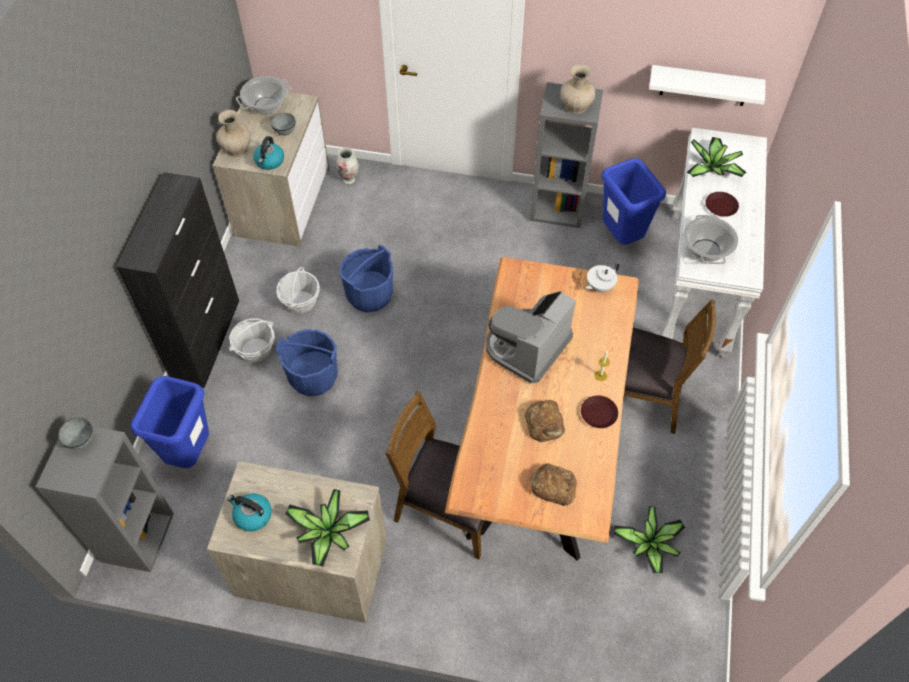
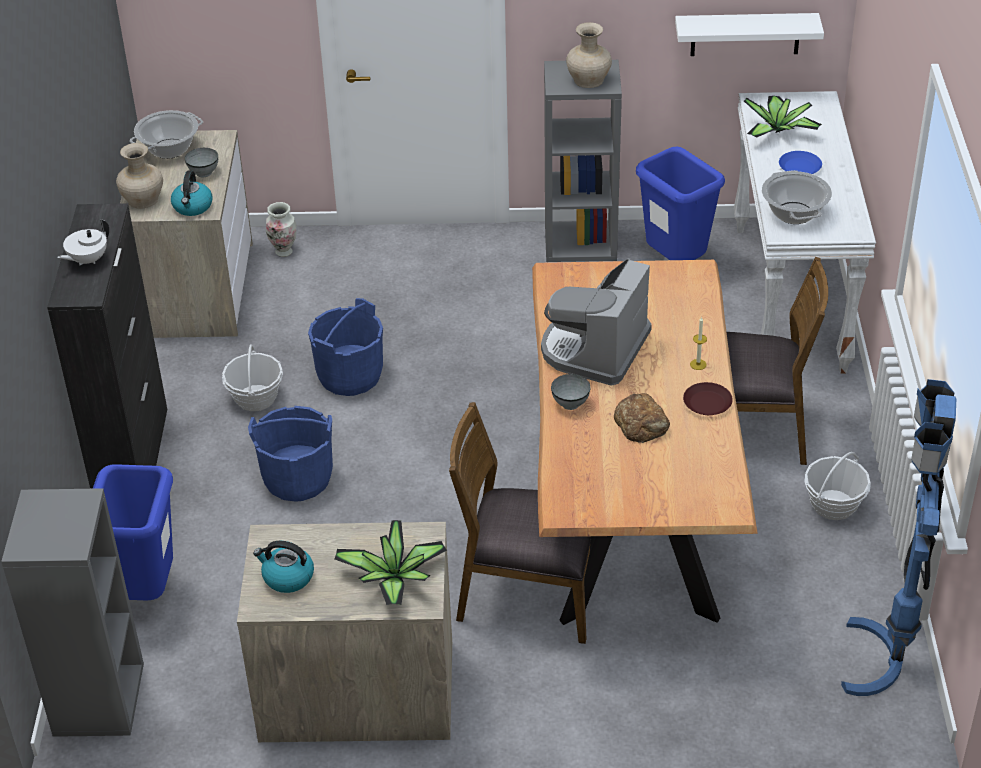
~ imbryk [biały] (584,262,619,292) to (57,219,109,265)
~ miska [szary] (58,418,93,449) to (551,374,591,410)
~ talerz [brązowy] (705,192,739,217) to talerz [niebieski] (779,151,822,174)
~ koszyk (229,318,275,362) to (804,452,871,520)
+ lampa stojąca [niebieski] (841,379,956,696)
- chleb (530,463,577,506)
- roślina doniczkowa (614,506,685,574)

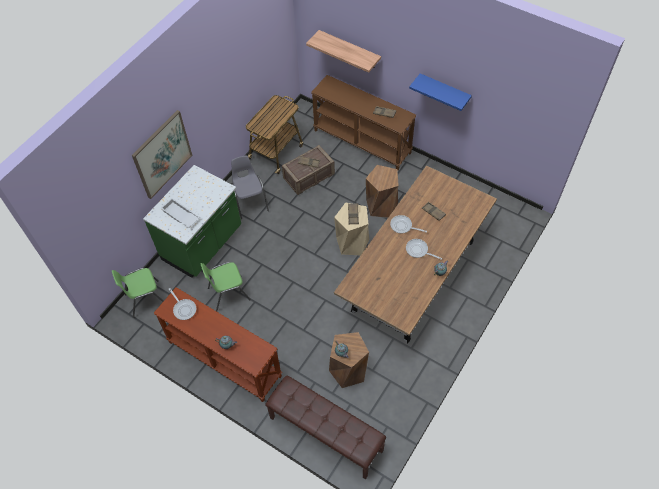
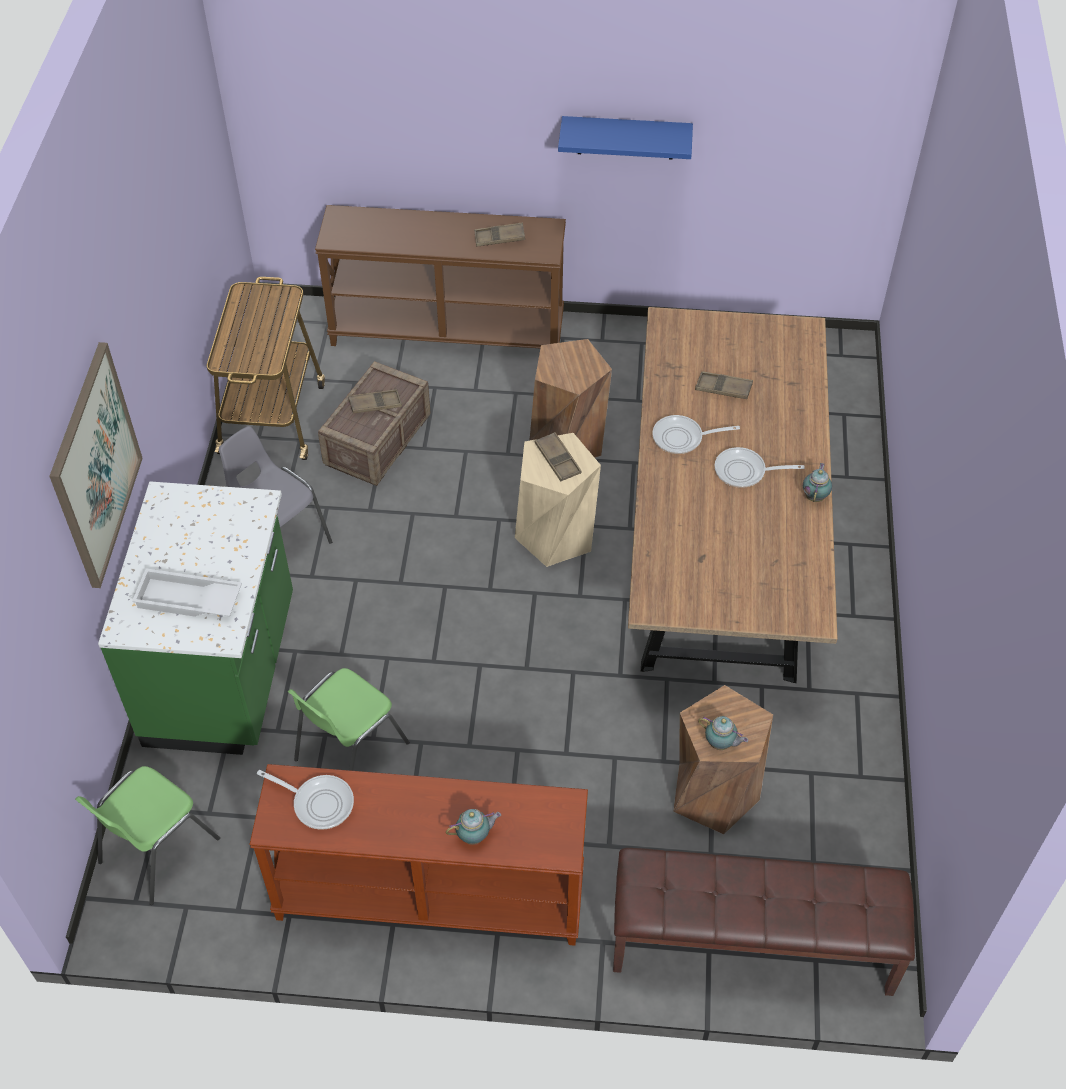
- półka (306,30,381,73)

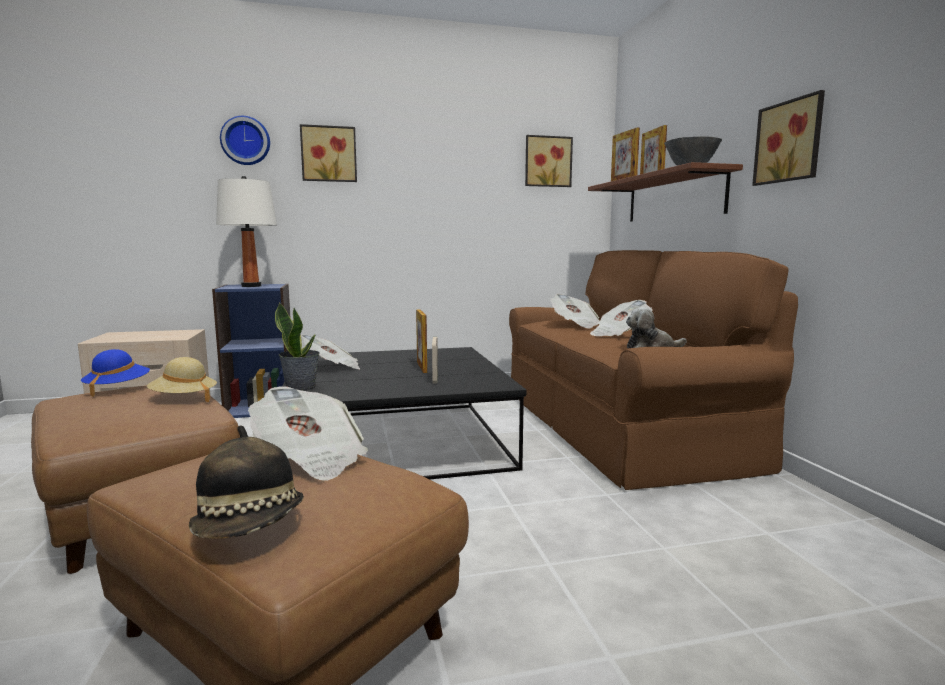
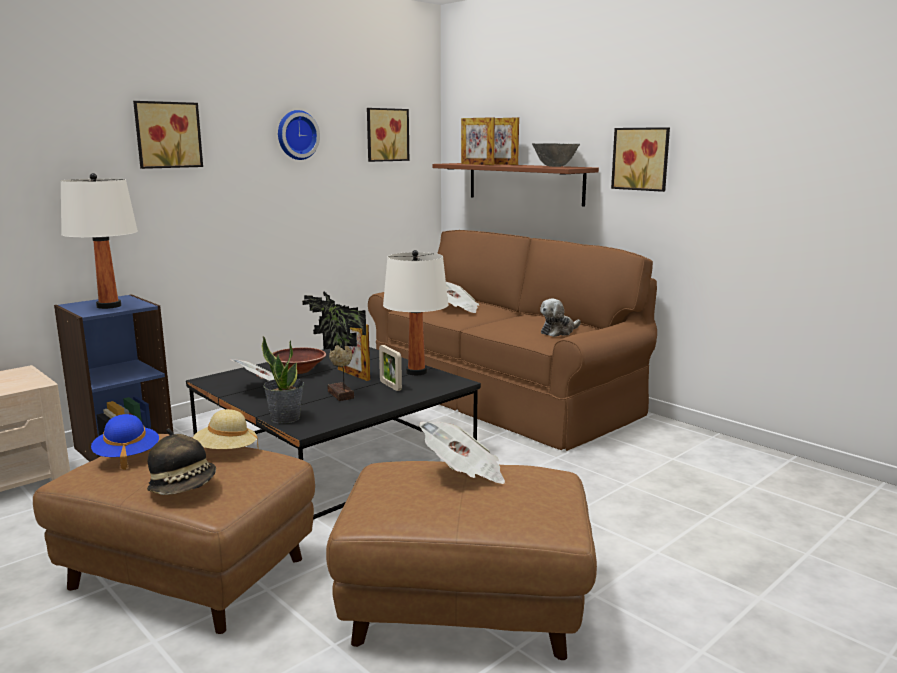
~ kapelusz (189,425,304,538) to (147,428,216,495)
+ miska [brązowy] (272,348,326,374)
~ zegar ścienny (220,116,270,165) to (278,110,320,160)
+ roślina doniczkowa (302,291,366,401)
+ lampa stołowa [biały] (383,250,448,375)
- gazeta (590,300,652,336)

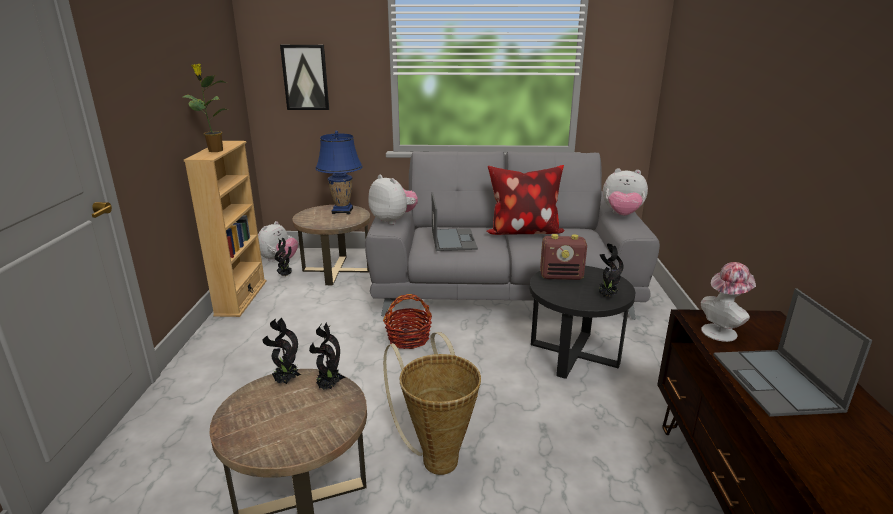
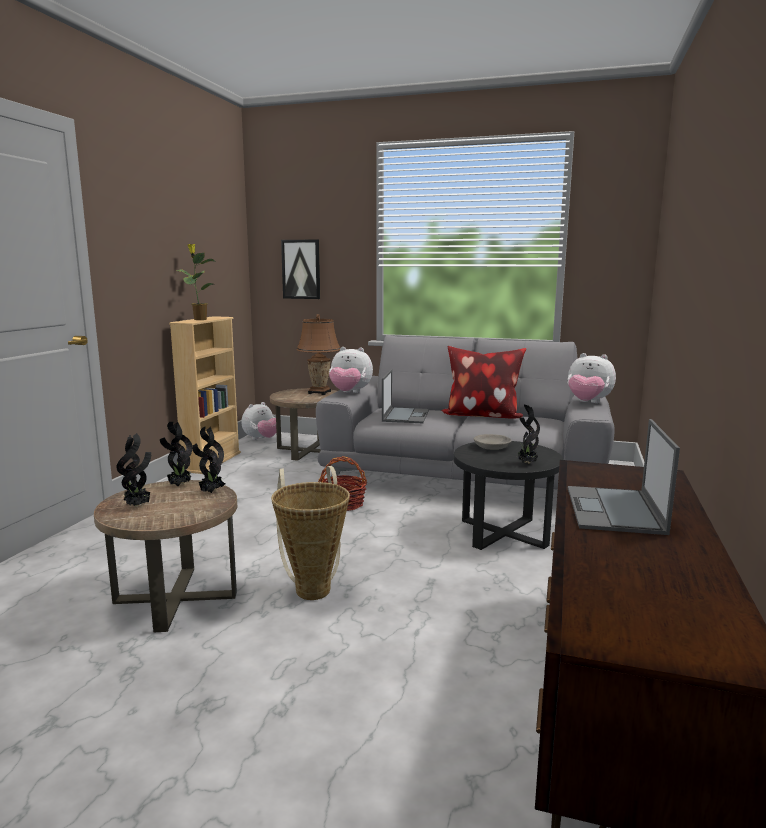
~ roślina doniczkowa (275,237,292,276) to (116,433,151,507)
~ lampa stołowa [niebieski] (316,131,363,214) to lampa stołowa [brązowy] (296,314,340,395)
~ pluszak (368,175,418,225) = (329,347,373,393) 135 degrees clockwise
~ radio (540,234,587,280) to miska [szary] (474,434,512,450)
- kapelusz (701,262,756,342)

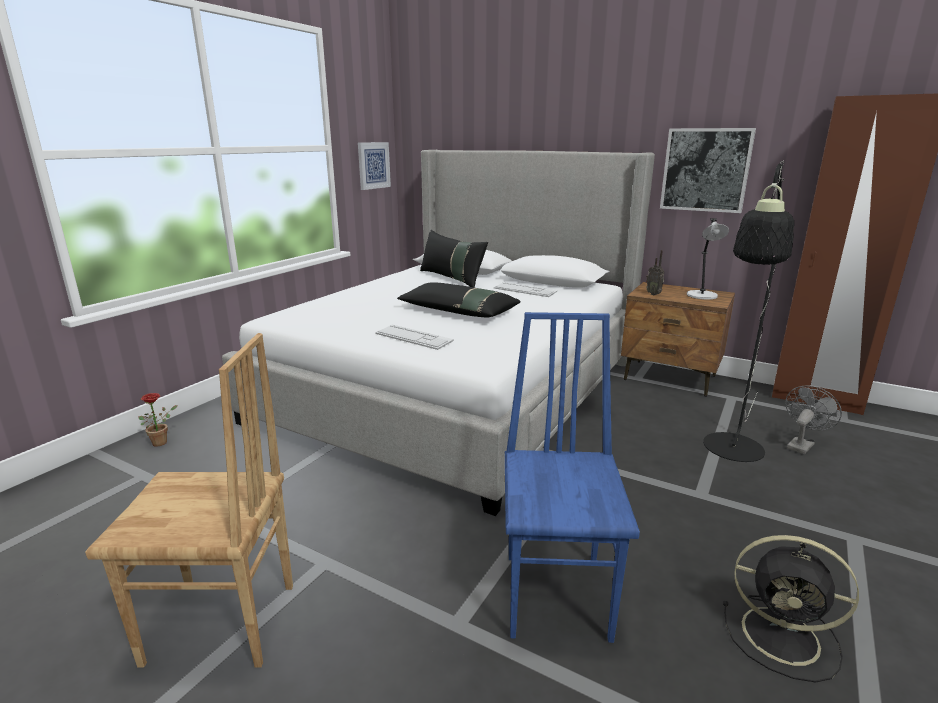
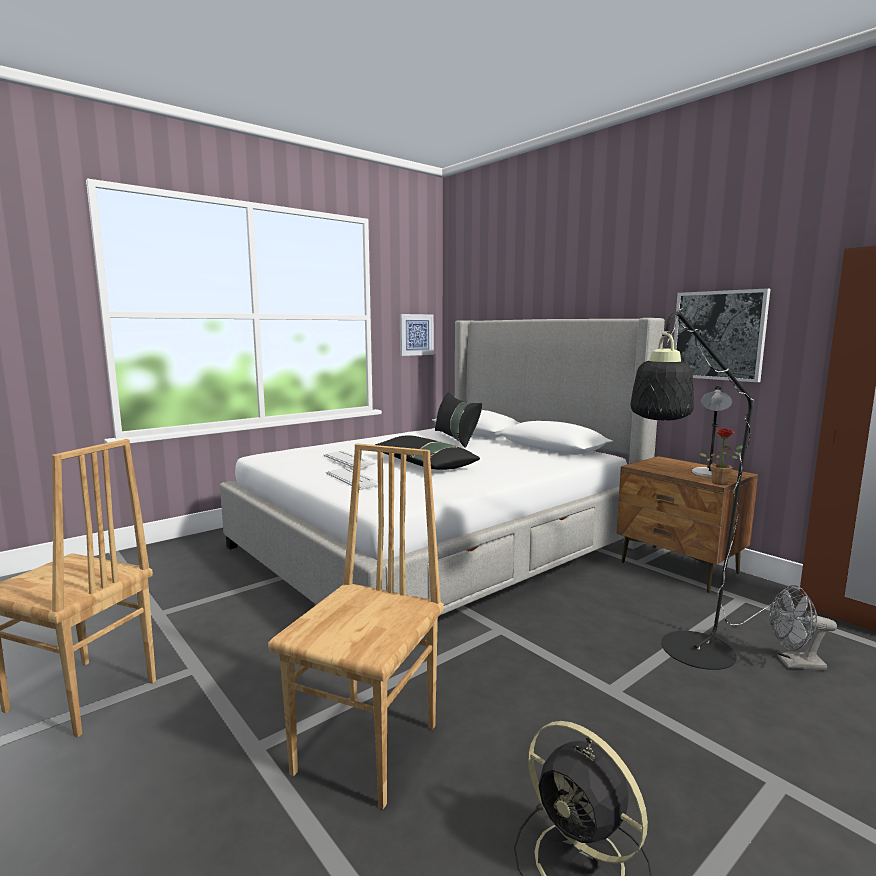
~ krzesło [niebieski] (505,312,640,643) to krzesło [brązowy] (268,443,444,809)
~ klawiatura (494,282,557,297) to (324,451,376,467)
~ roślina doniczkowa (138,393,178,447) to (699,428,743,485)
~ wentylator [szary] (785,385,842,454) = (769,585,837,670) 150 degrees counterclockwise
- radio (646,250,664,295)

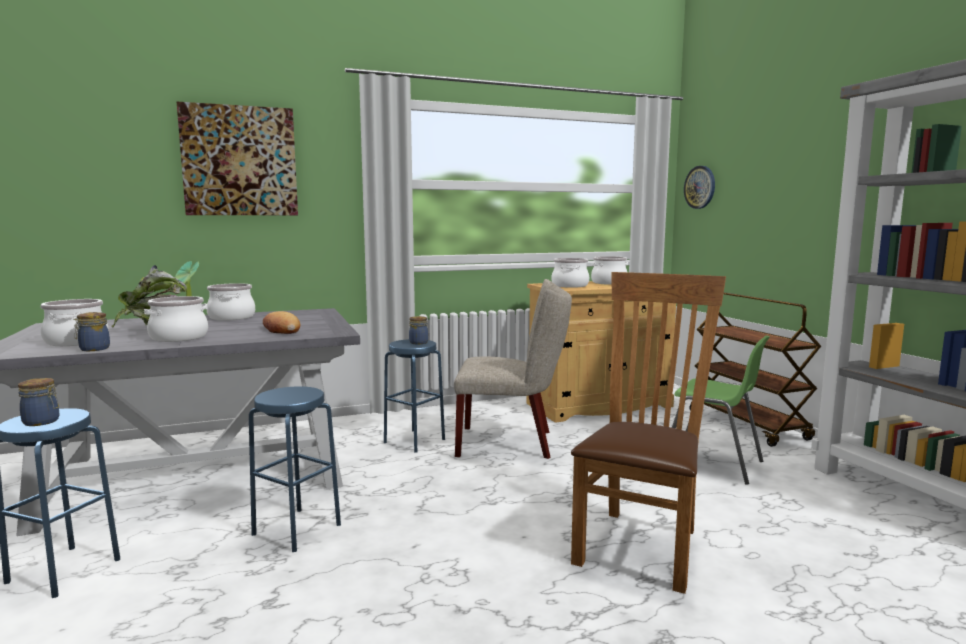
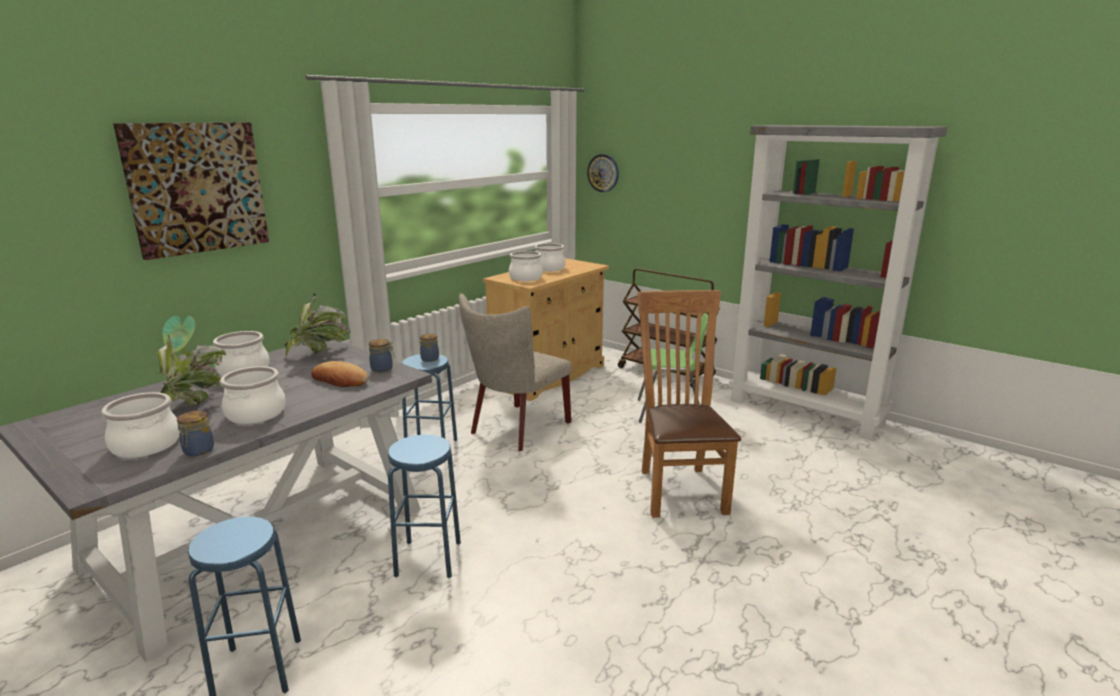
+ roślina doniczkowa (285,293,350,358)
~ słoik (18,378,59,426) to (369,339,395,373)
~ krzesło [beżowy] (454,279,572,459) = (459,293,571,451) 150 degrees clockwise

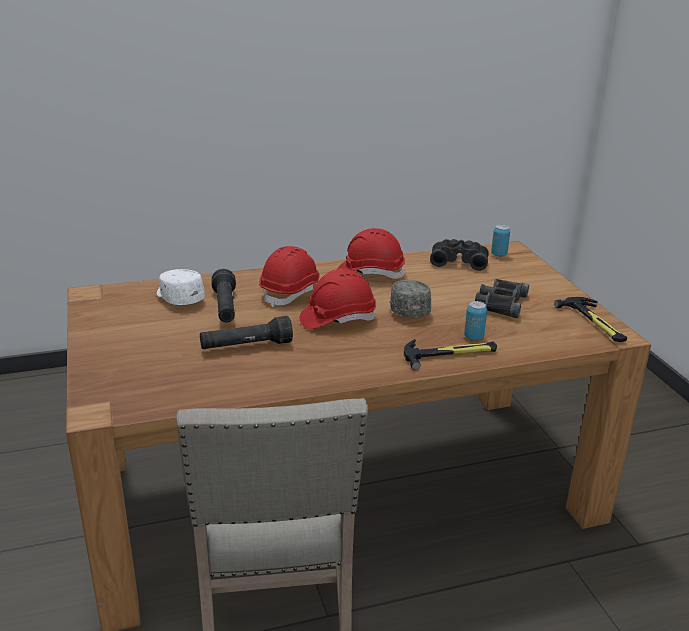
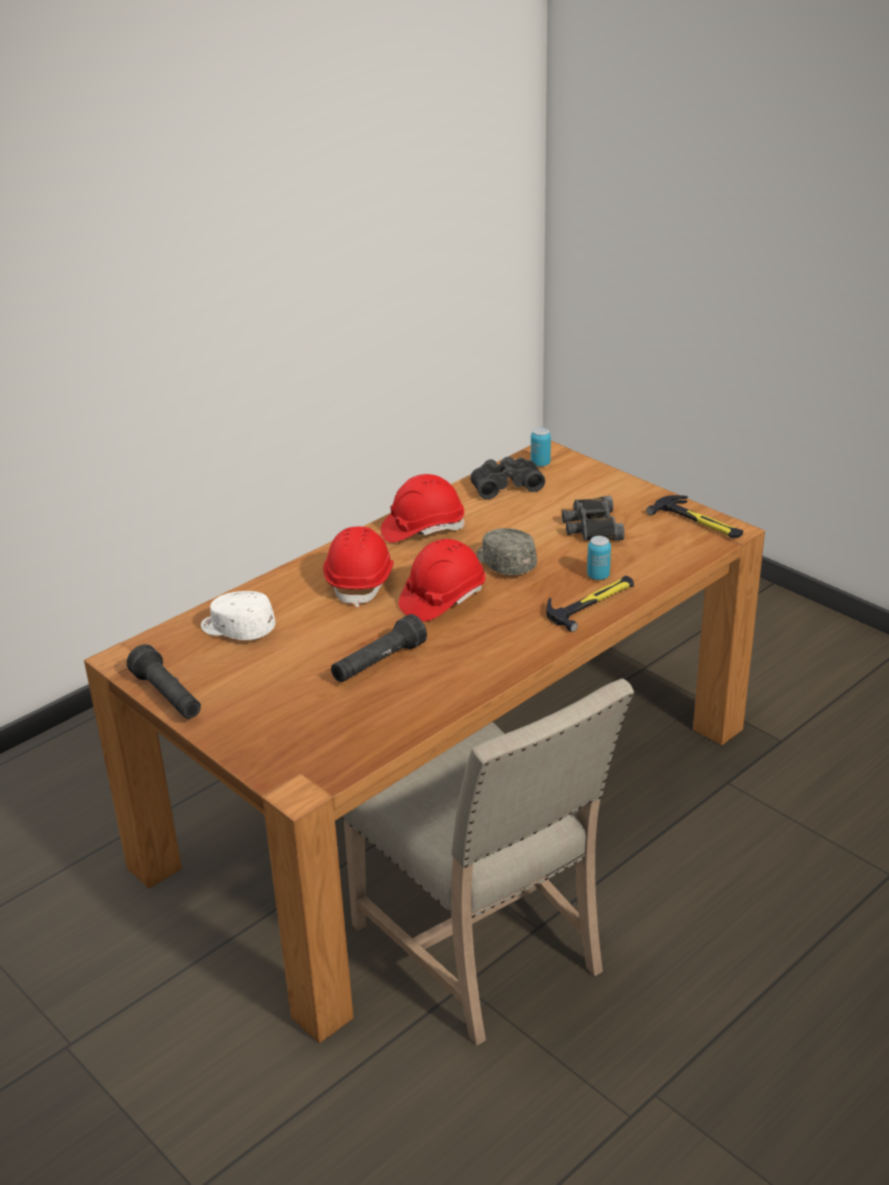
~ latarka [czarny] (211,269,236,322) to (127,644,201,719)

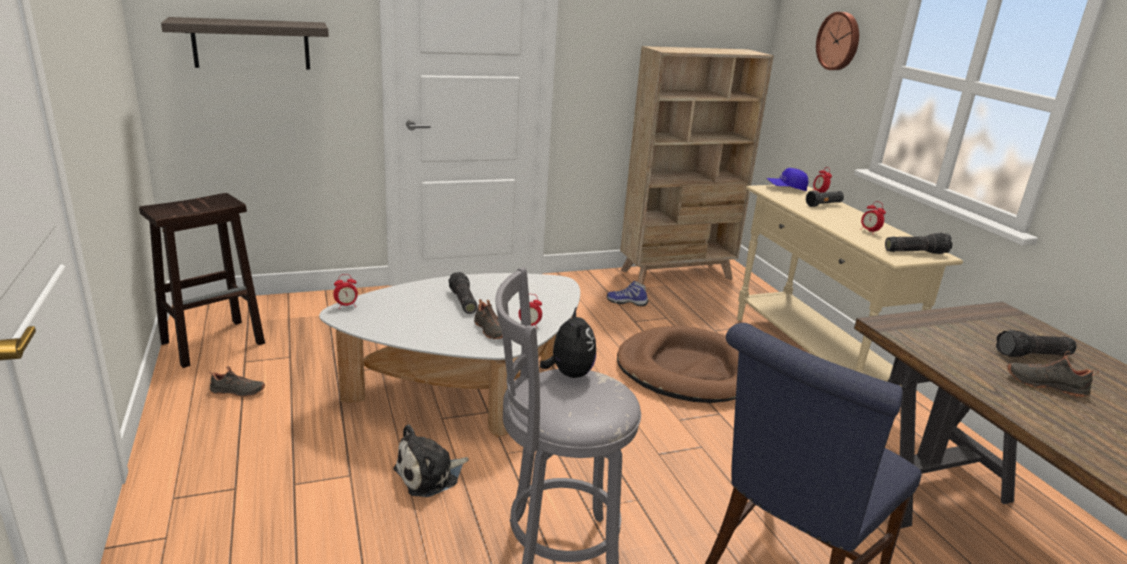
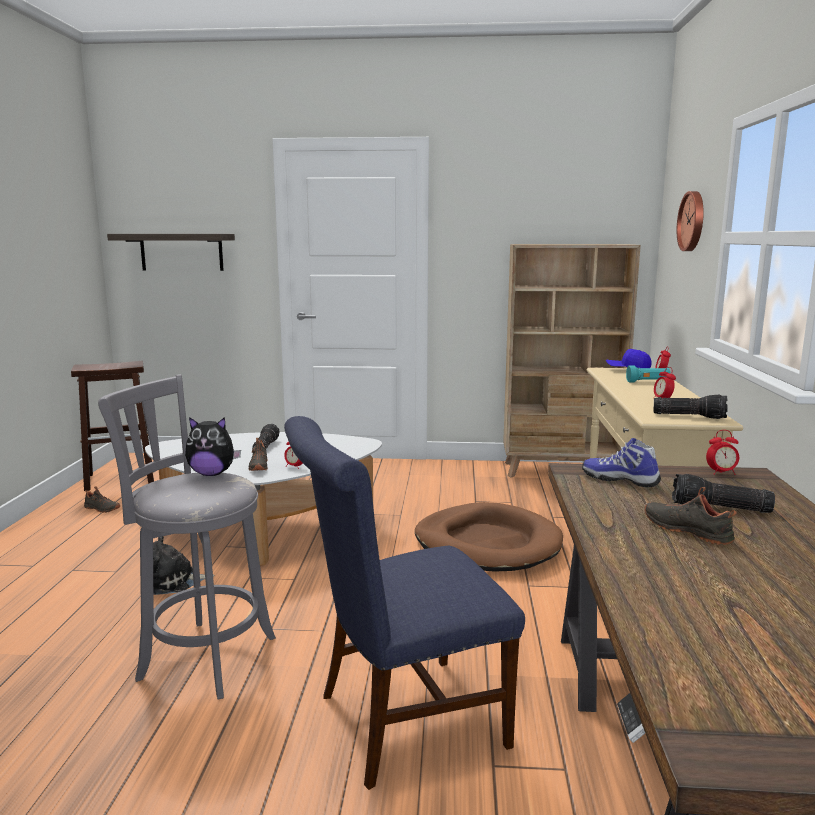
~ pluszak (540,306,596,378) = (185,417,241,476) 75 degrees clockwise
~ but (607,281,648,306) to (582,438,661,487)
~ latarka [czarny] (806,191,844,207) to latarka [turkusowy] (626,365,671,382)
~ budzik (334,274,358,309) to (706,430,739,475)

